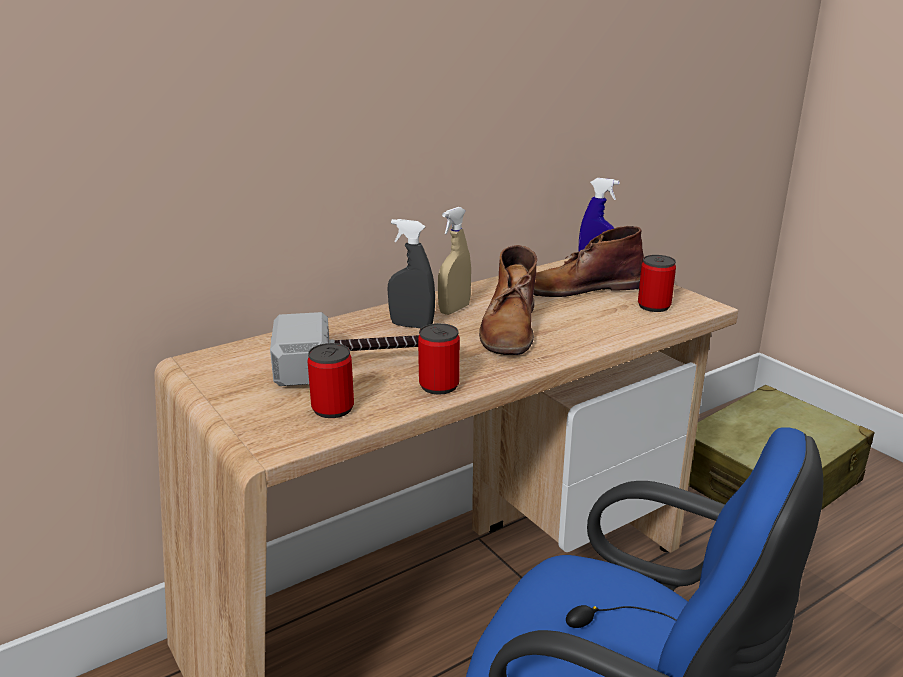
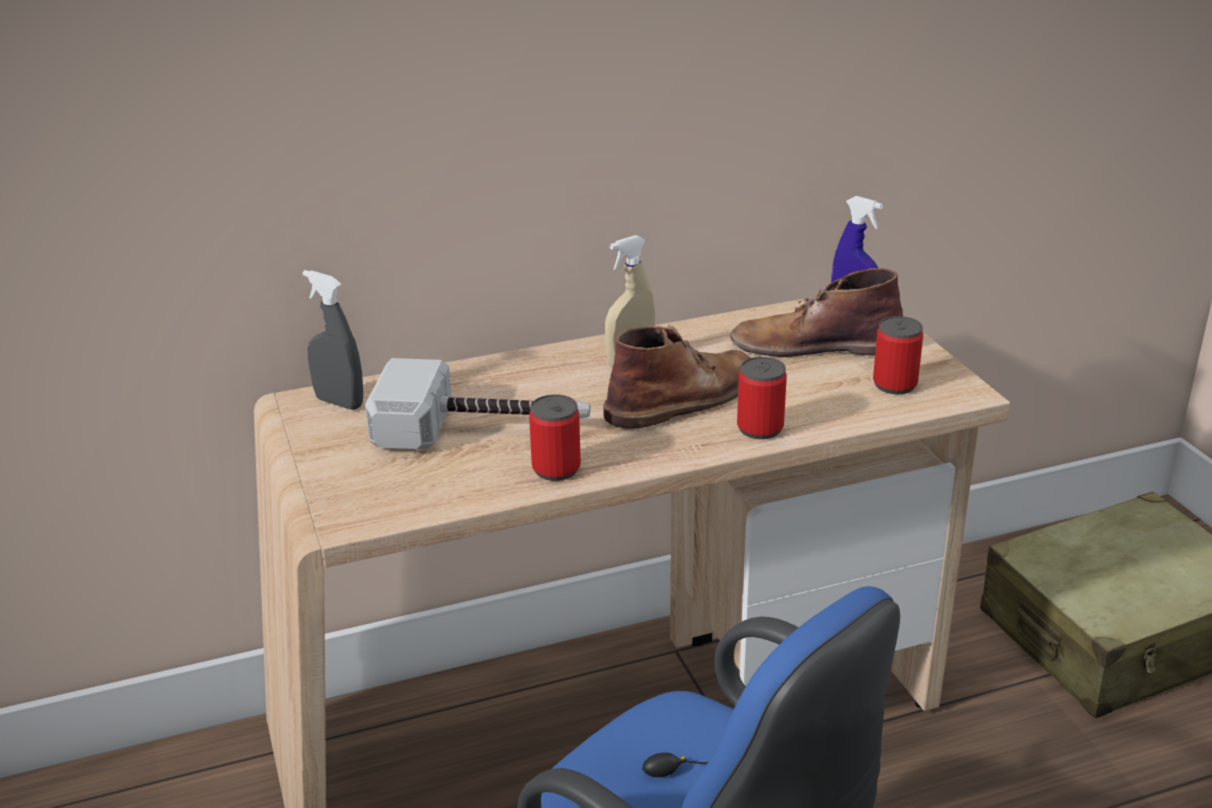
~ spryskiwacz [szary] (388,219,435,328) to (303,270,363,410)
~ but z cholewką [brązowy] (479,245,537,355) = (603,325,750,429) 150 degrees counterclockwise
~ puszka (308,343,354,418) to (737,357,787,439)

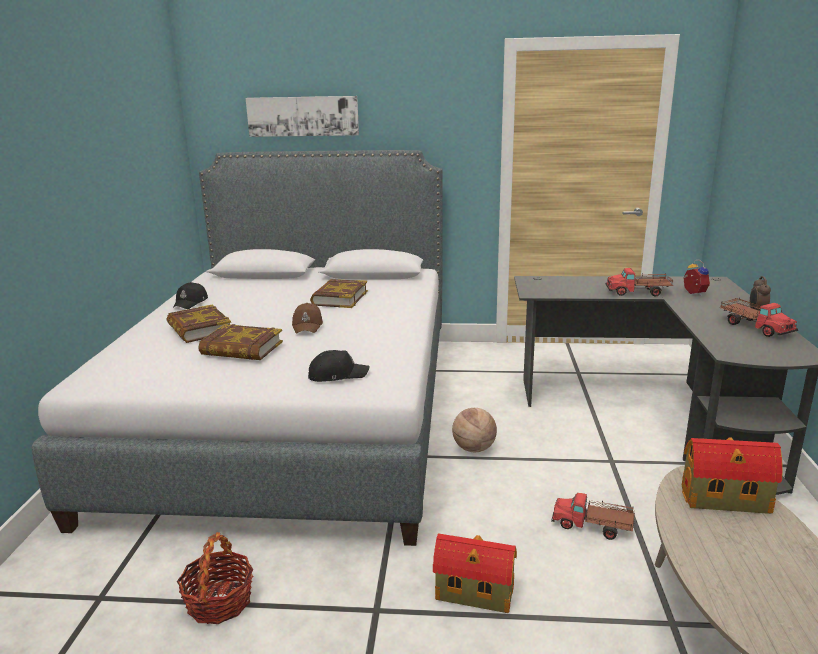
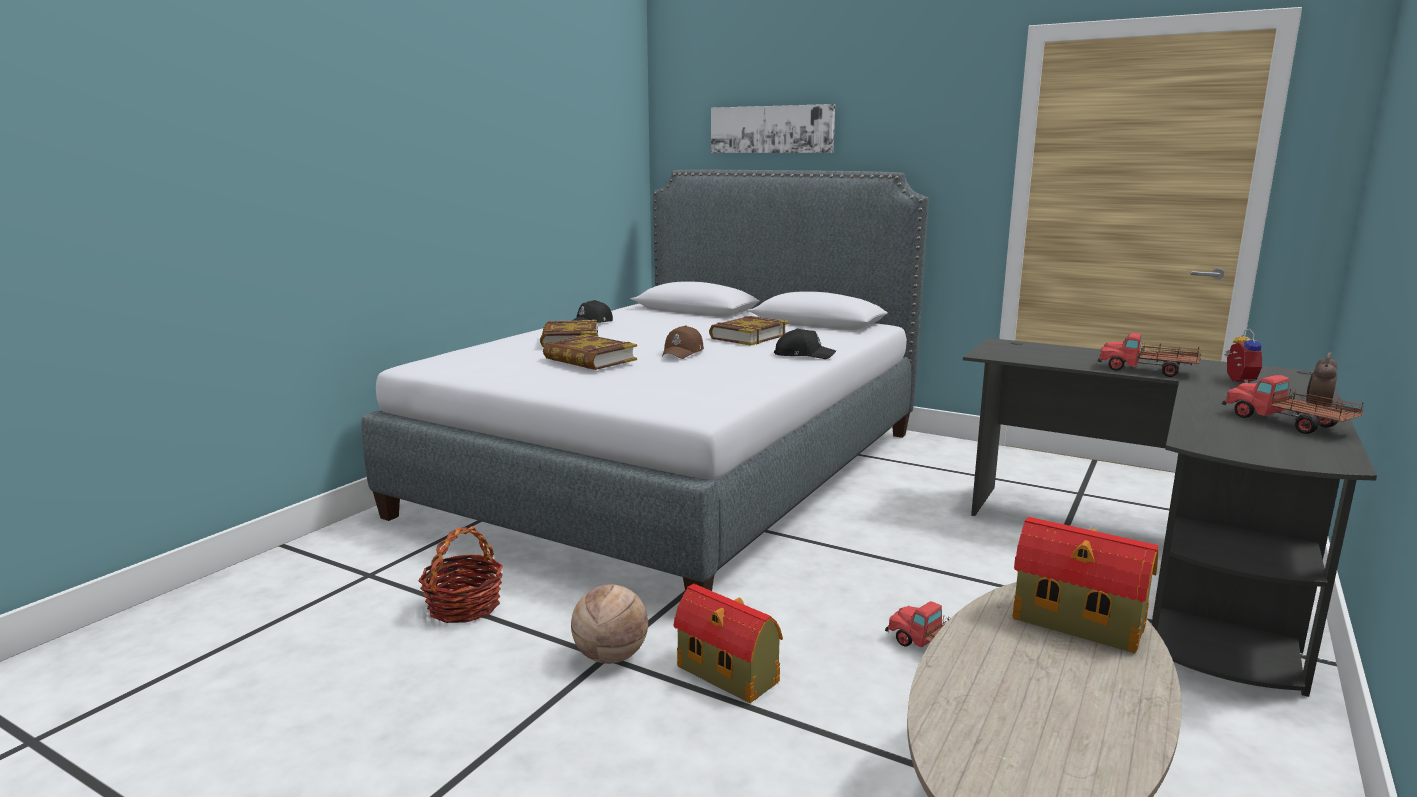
~ piłka do koszykówki (452,408,497,452) to (571,585,648,664)
~ czapka z daszkiem [czarny] (308,350,370,382) to (774,328,836,359)
~ ciężarówka zabawkowa (719,297,798,337) = (1222,375,1363,434) 150 degrees clockwise

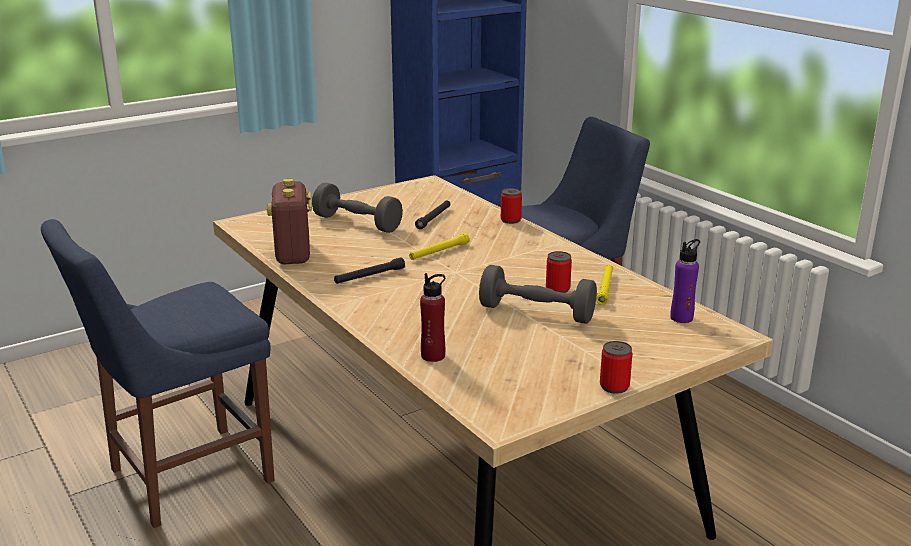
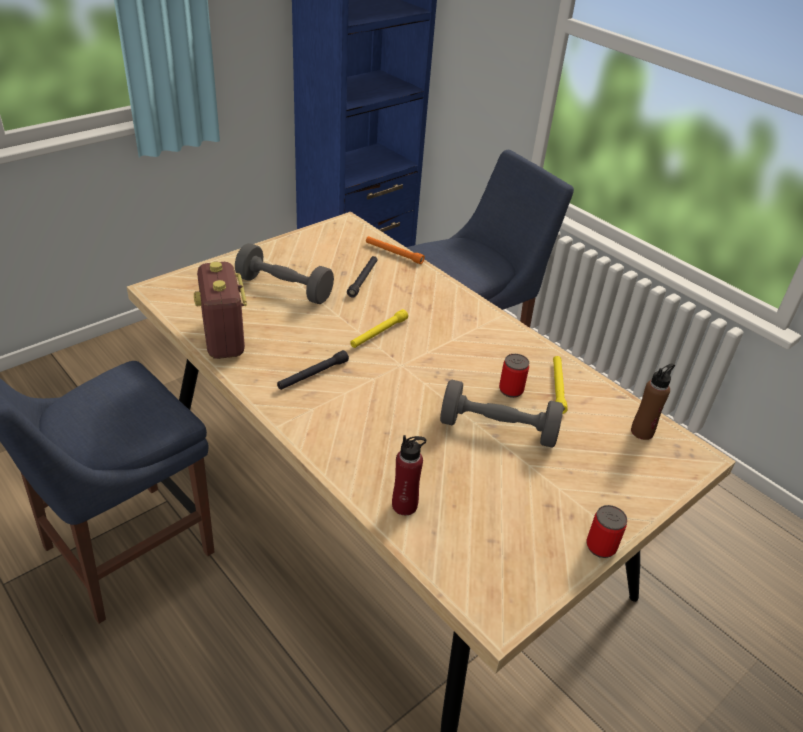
+ latarka [pomarańczowy] (366,236,425,264)
~ butelka [fioletowy] (670,239,700,323) to butelka [brązowy] (631,363,675,440)
- puszka (501,188,522,224)

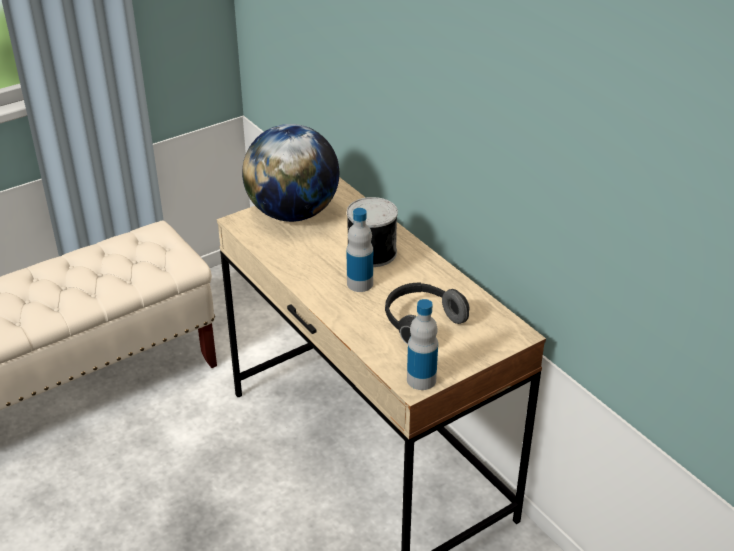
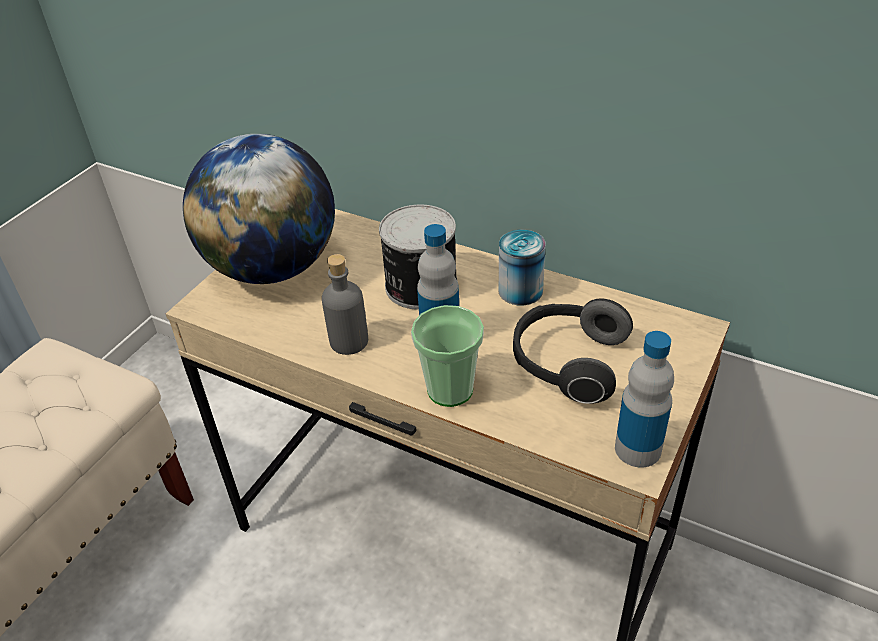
+ butelka [szary] (322,254,368,355)
+ filiżanka (411,305,484,407)
+ puszka (499,230,546,305)

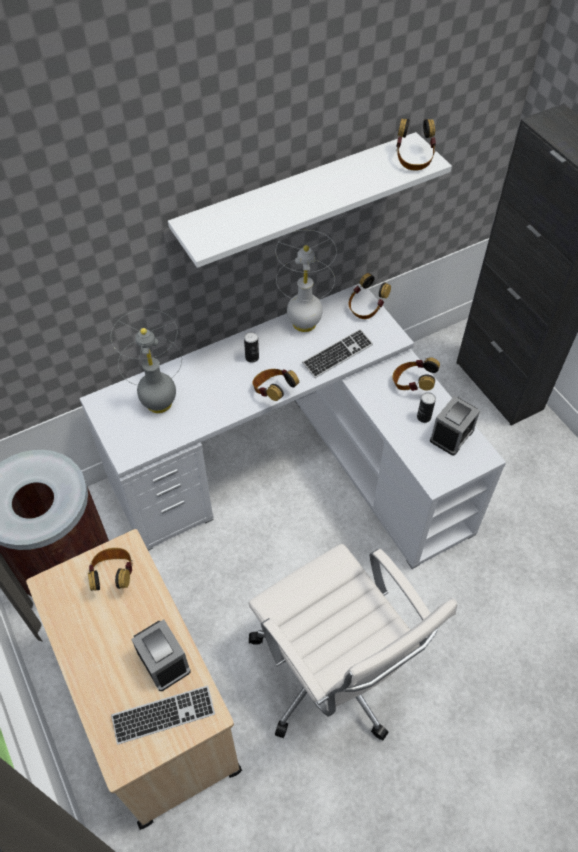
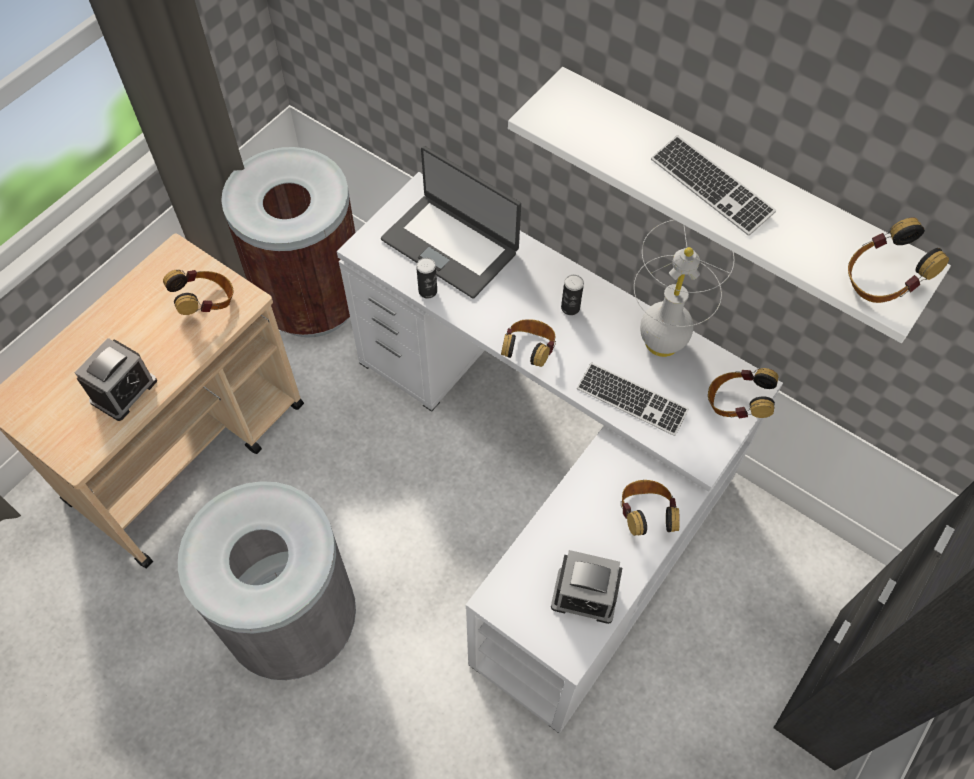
~ krzesło biurowe [biały] (248,544,458,741) to kosz na śmieci [szary] (178,481,356,680)
~ lampa stołowa [szary] (111,309,182,413) to laptop (381,146,521,299)
~ puszka (417,392,436,423) to (416,258,437,299)
~ klawiatura (111,685,215,745) to (651,135,776,236)

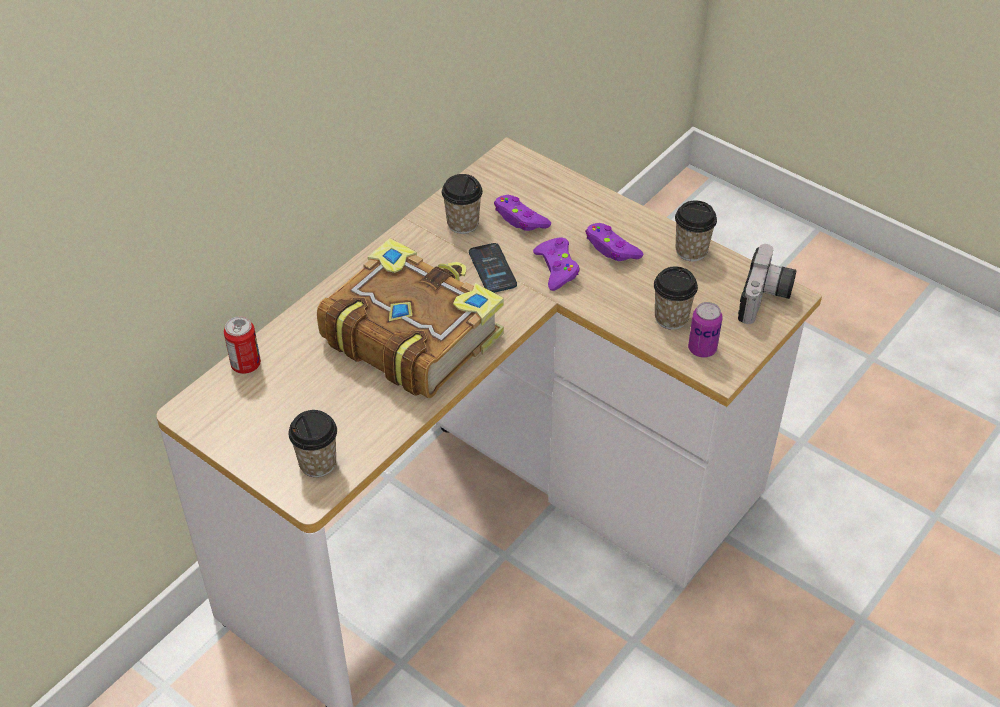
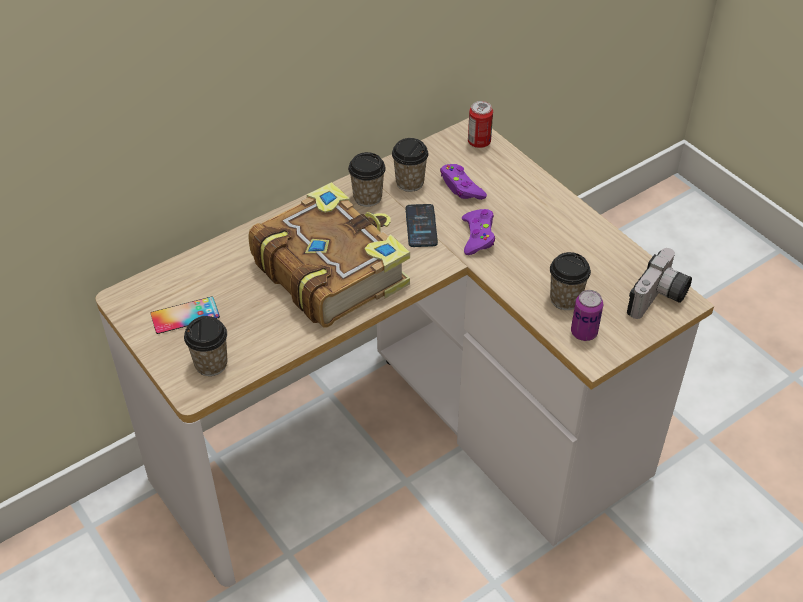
+ telefon (150,296,220,334)
~ filiżanka (675,200,717,261) to (348,152,386,207)
~ puszka (224,316,261,374) to (468,101,493,148)
- pad do gier [fioletowy] (585,223,644,261)

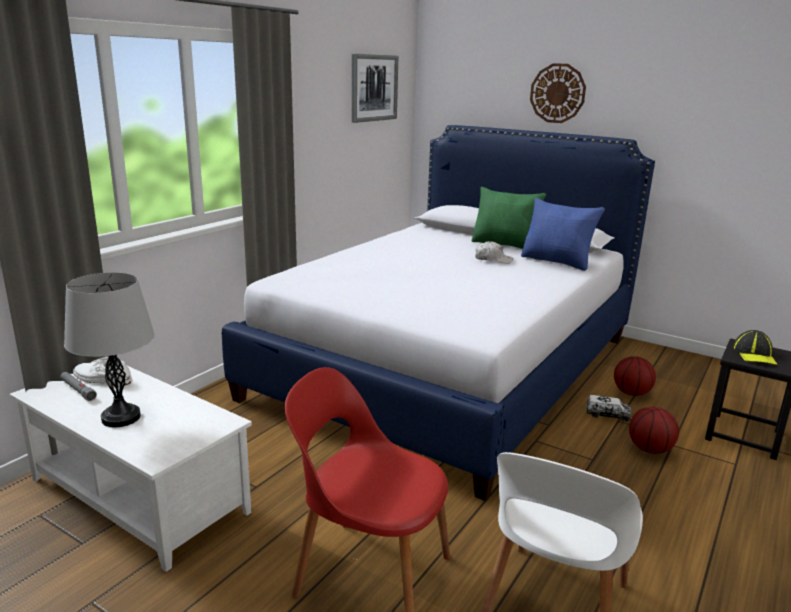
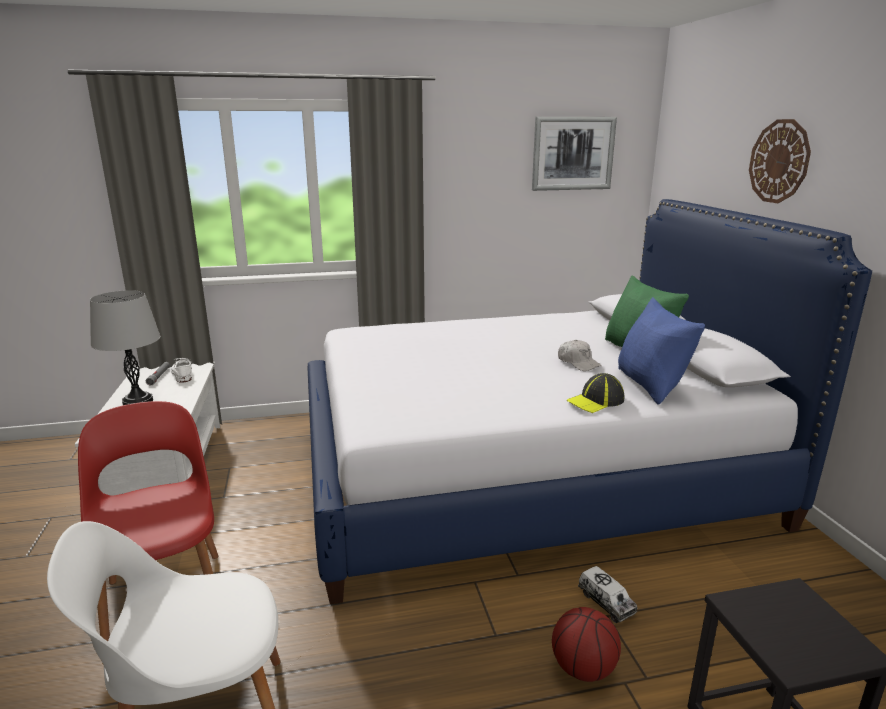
~ czapka z daszkiem (733,330,778,365) to (567,373,624,413)
- piłka do koszykówki (614,356,656,396)

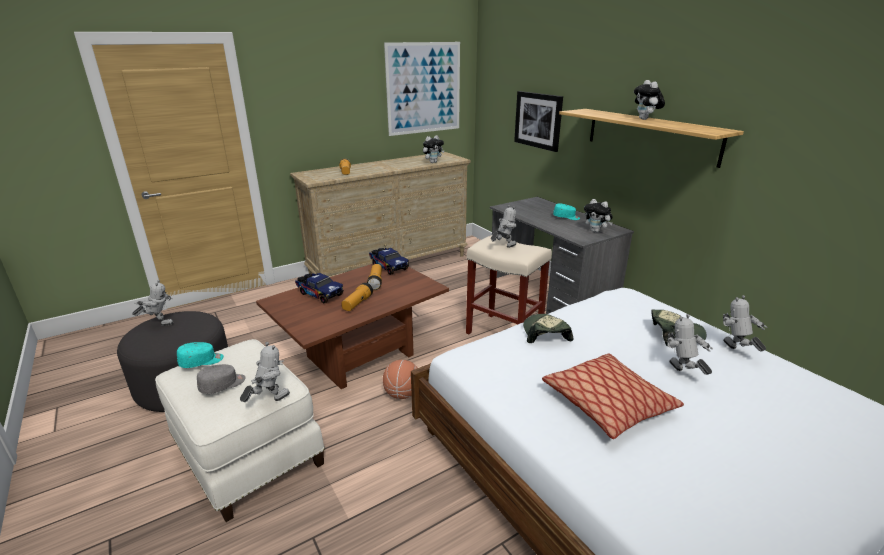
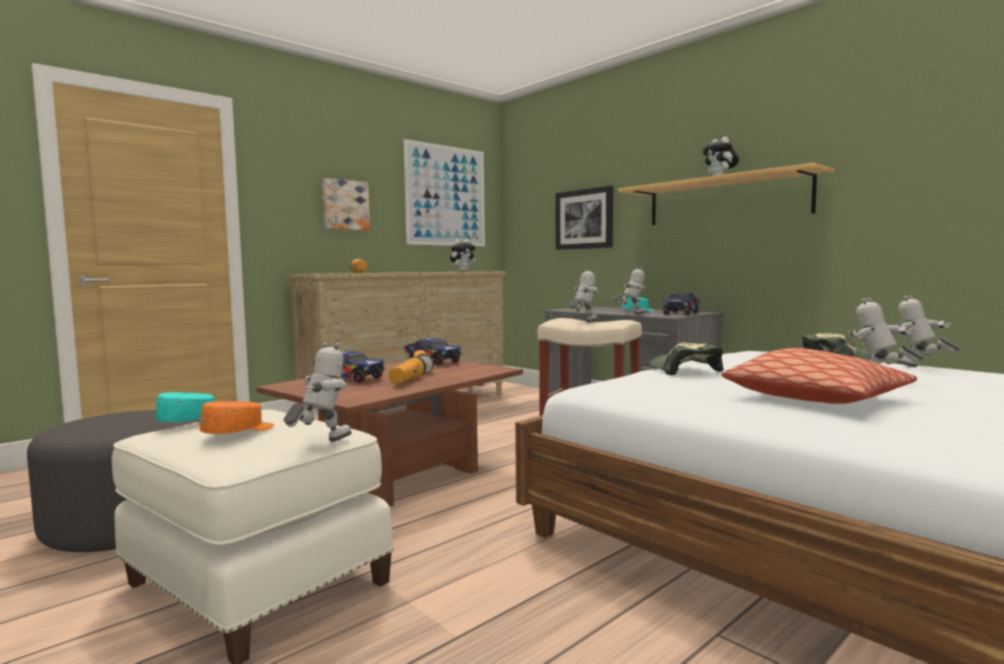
~ czapka z daszkiem [szary] (197,364,246,394) to czapka z daszkiem [pomarańczowy] (200,401,274,434)
+ obraz (322,178,370,230)
~ robot zabawkowy (132,280,174,326) to (613,267,647,314)
~ pluszak (584,199,613,233) to ciężarówka zabawkowa (663,293,699,315)
- piłka do koszykówki (383,360,417,399)

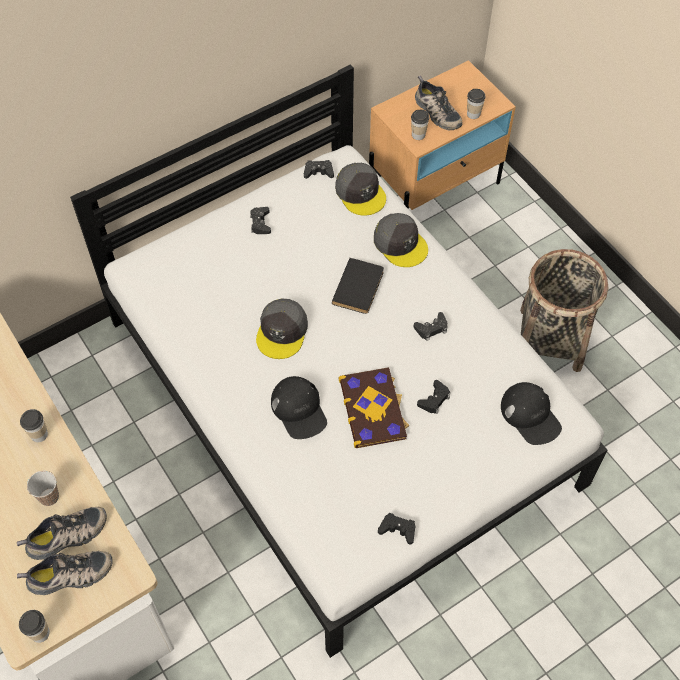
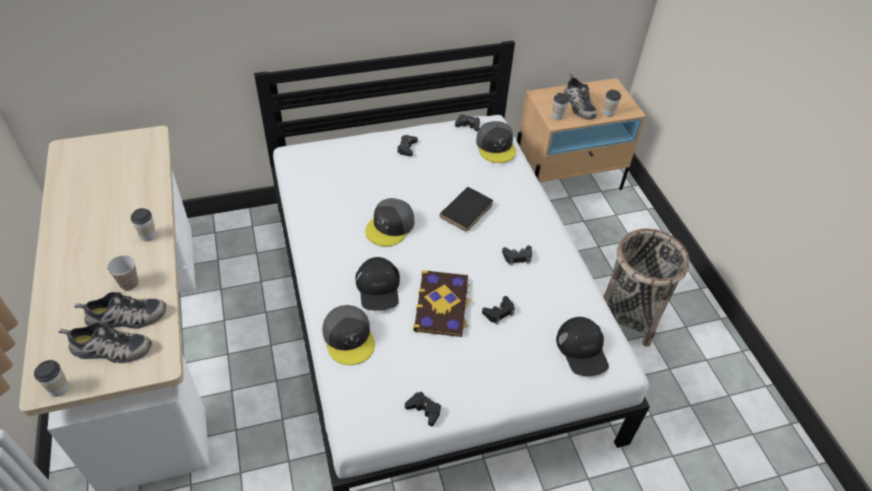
~ czapka z daszkiem [szary] (374,213,428,267) to (322,305,375,365)

